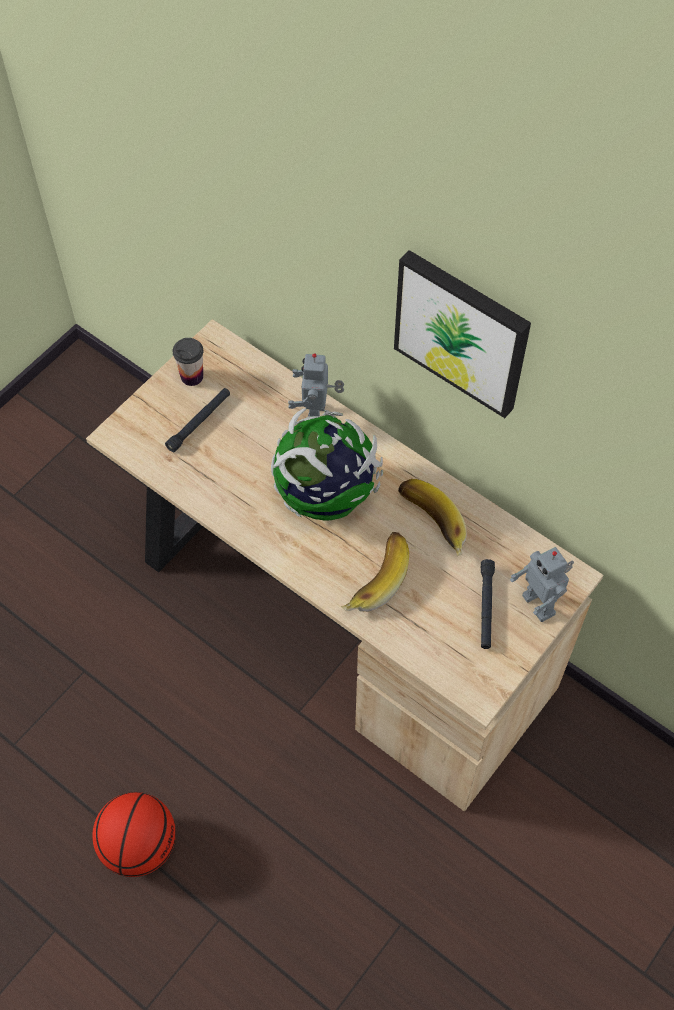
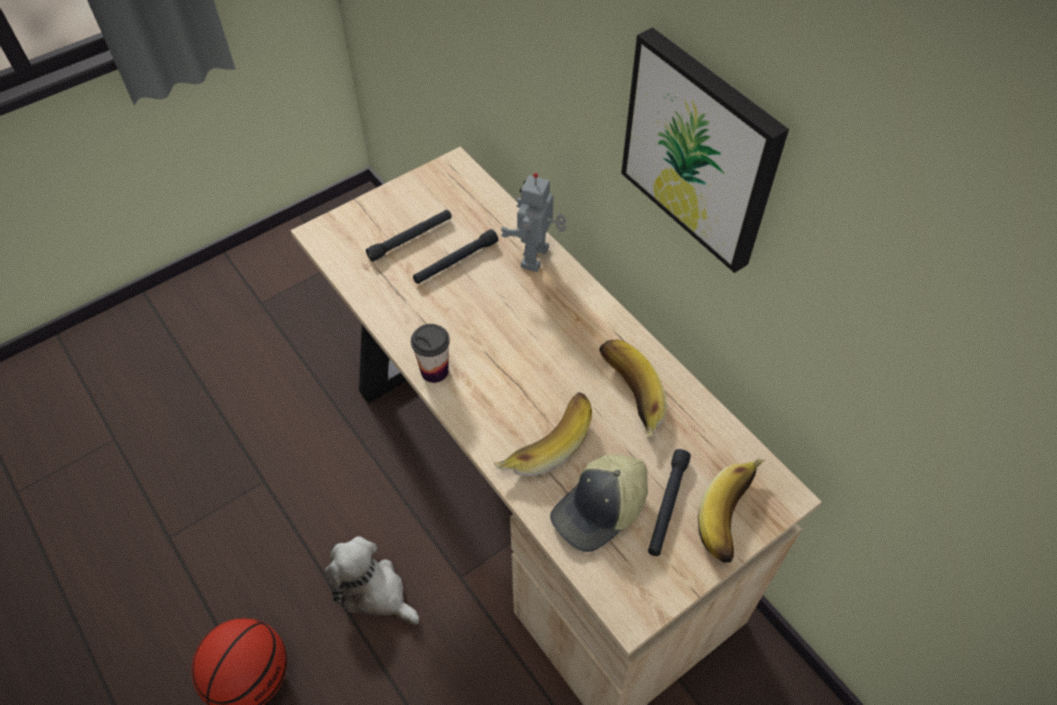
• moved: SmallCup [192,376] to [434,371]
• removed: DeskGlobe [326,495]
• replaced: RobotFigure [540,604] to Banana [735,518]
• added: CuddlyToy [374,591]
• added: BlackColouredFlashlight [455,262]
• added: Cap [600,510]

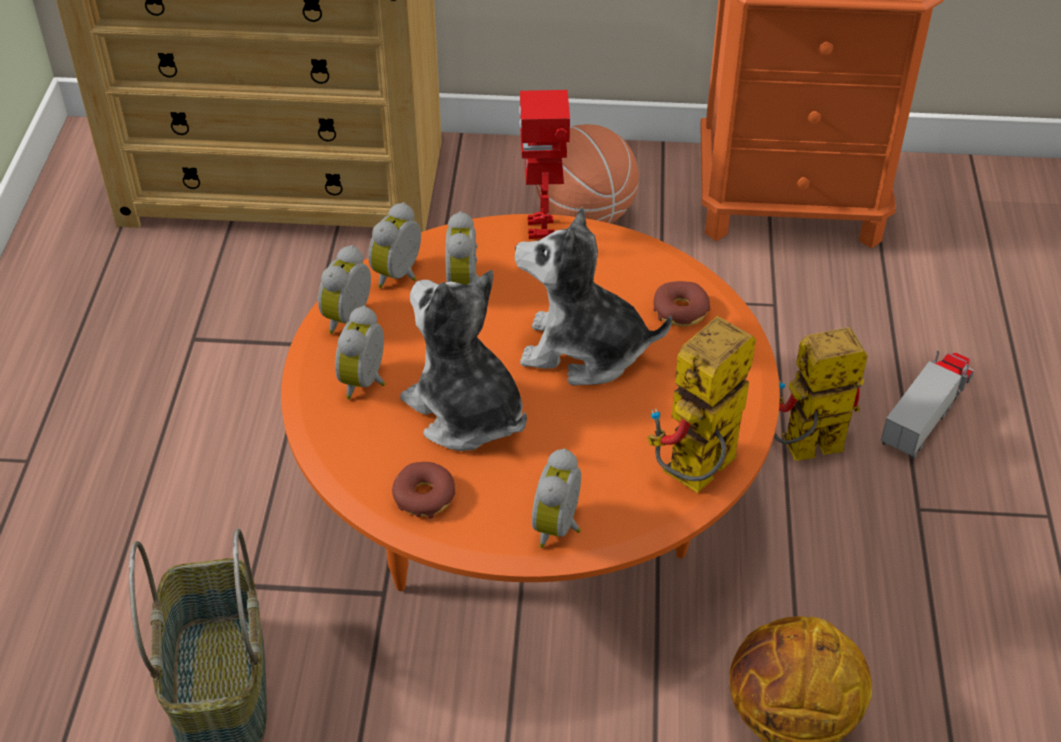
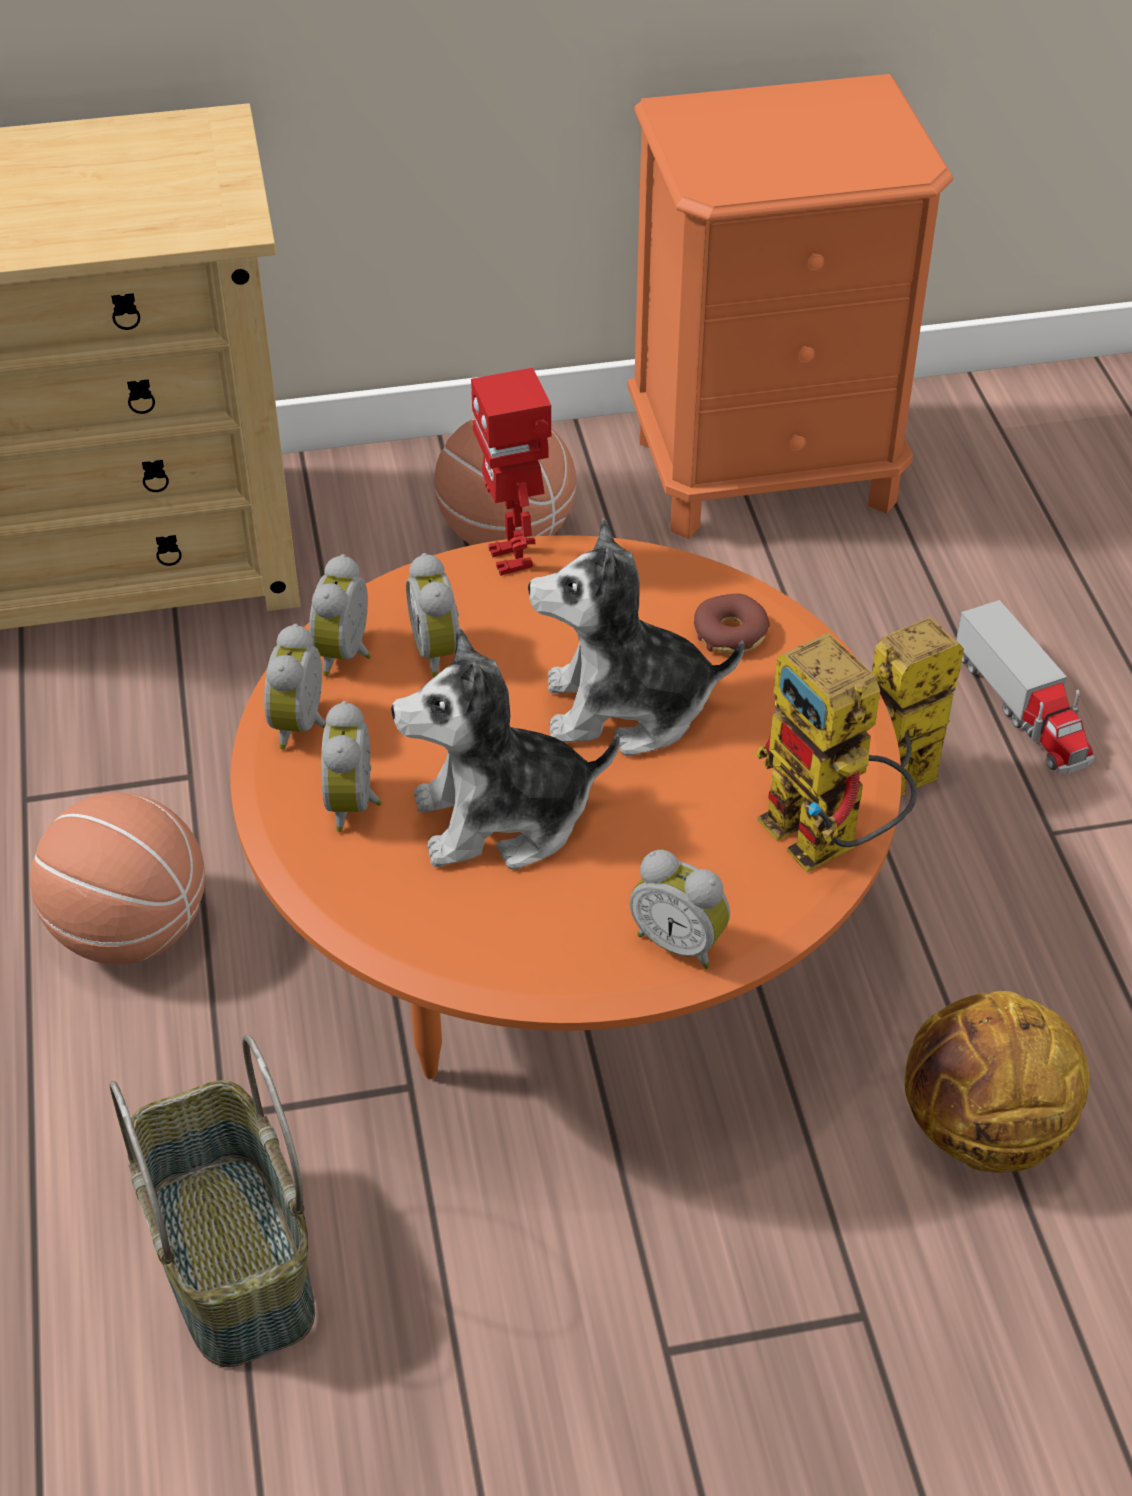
• removed: RingDoughnut [424,496]
• turned: CuddlyToy [466,412] = [502,818] 45 degrees counterclockwise
• turned: BedsideClock [560,527] = [680,942] 60 degrees counterclockwise
• turned: RobotFigure [695,478] = [827,843] 60 degrees counterclockwise
• turned: ModelTruck [927,411] = [1022,708] 135 degrees clockwise
• added: BallForBasketball [129,930]

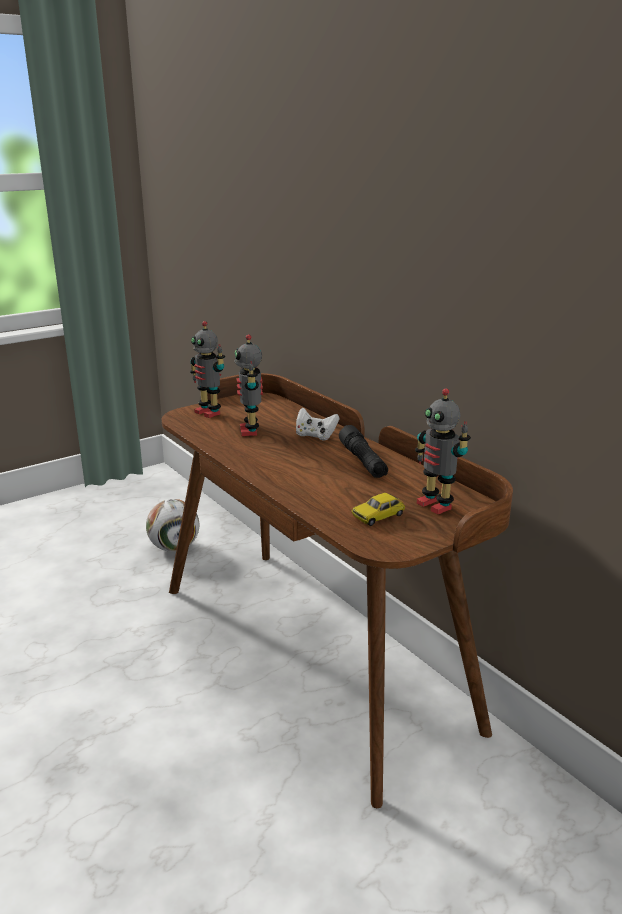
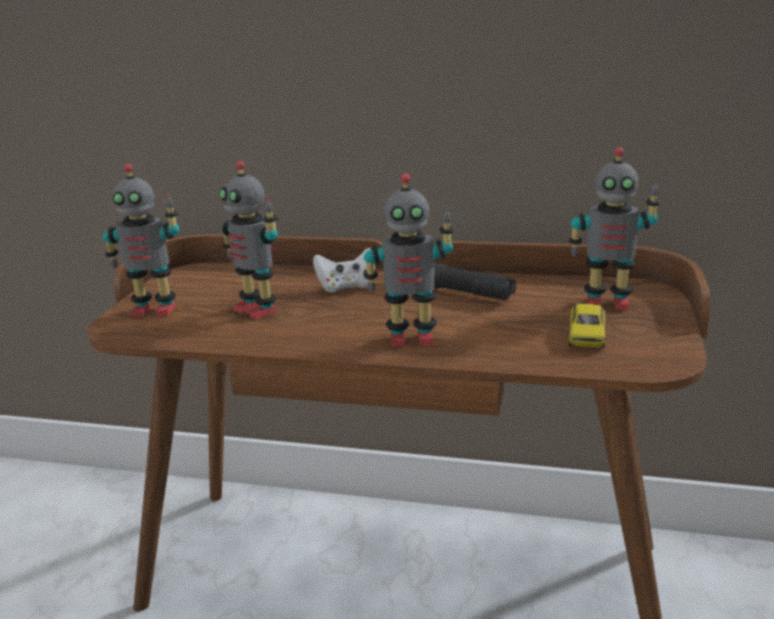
• removed: BallForFootball [175,547]
• added: RobotFigure [411,338]

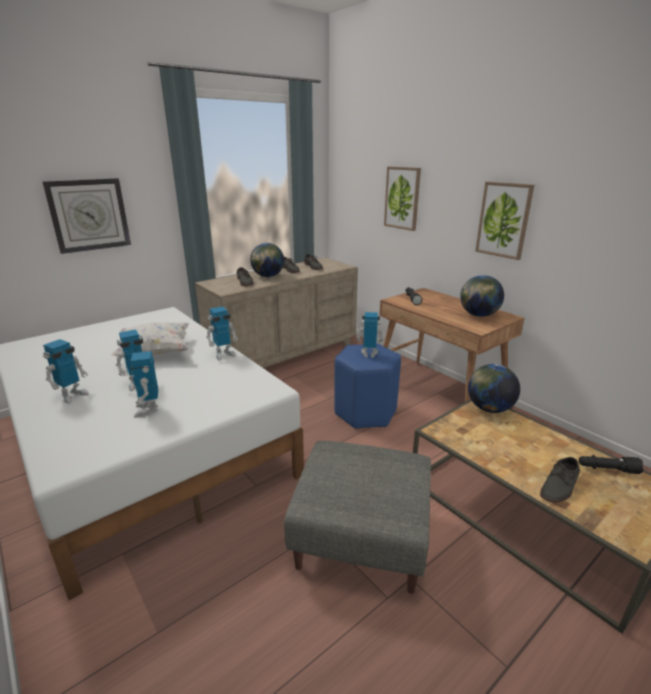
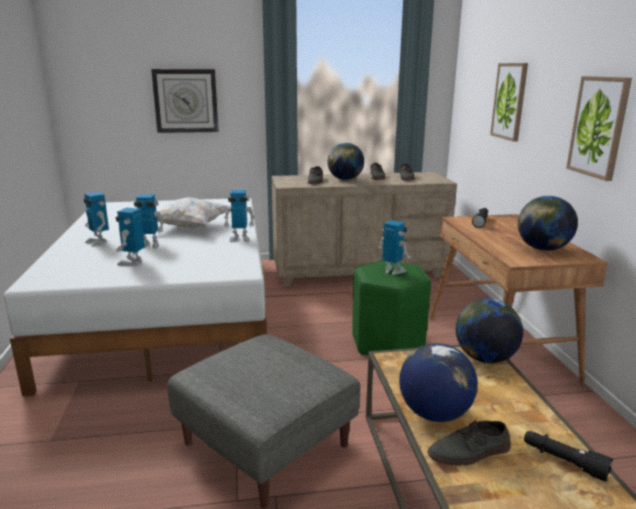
• turned: RobotFigure [72,395] = [98,242] 75 degrees clockwise
• recoloured: BluishStoolSeat [364,412] to GreenStoolSeat [387,343]
• added: DeskGlobe [434,413]

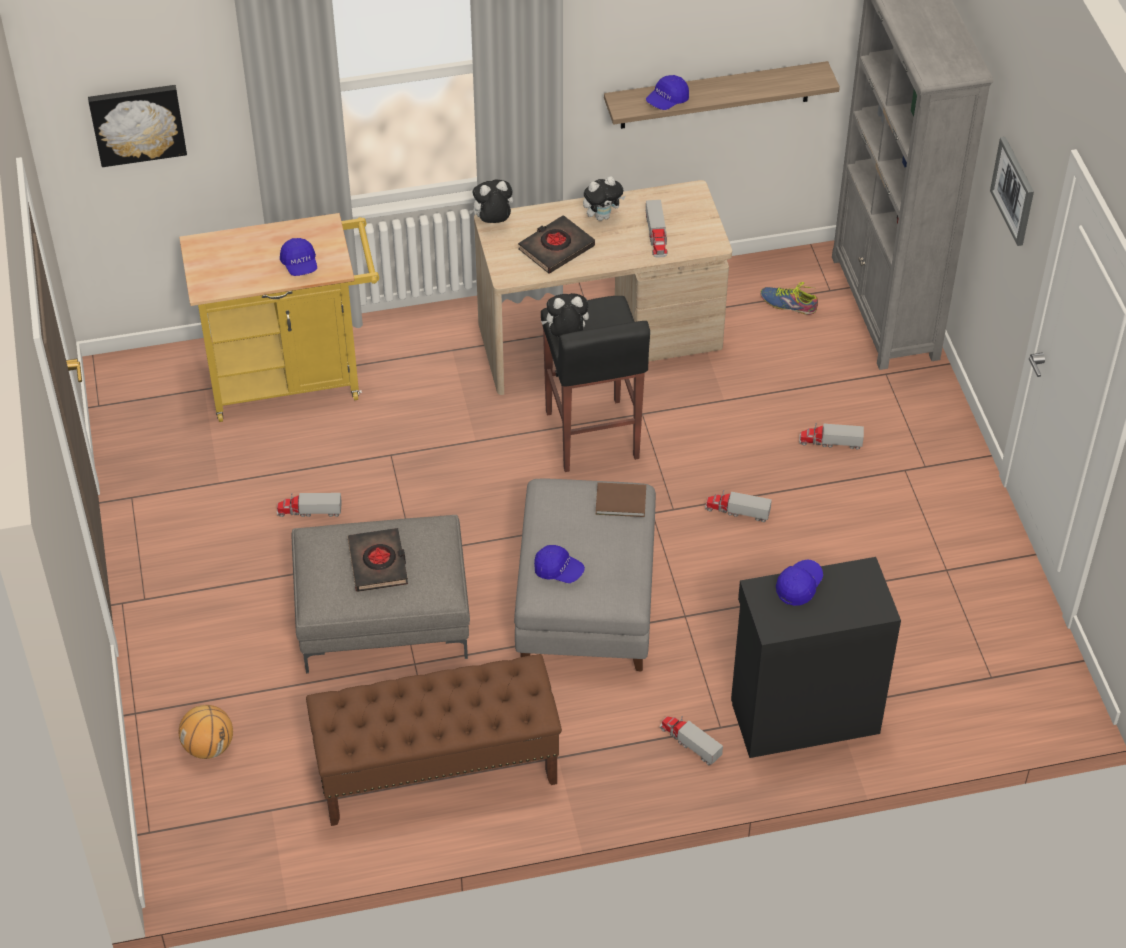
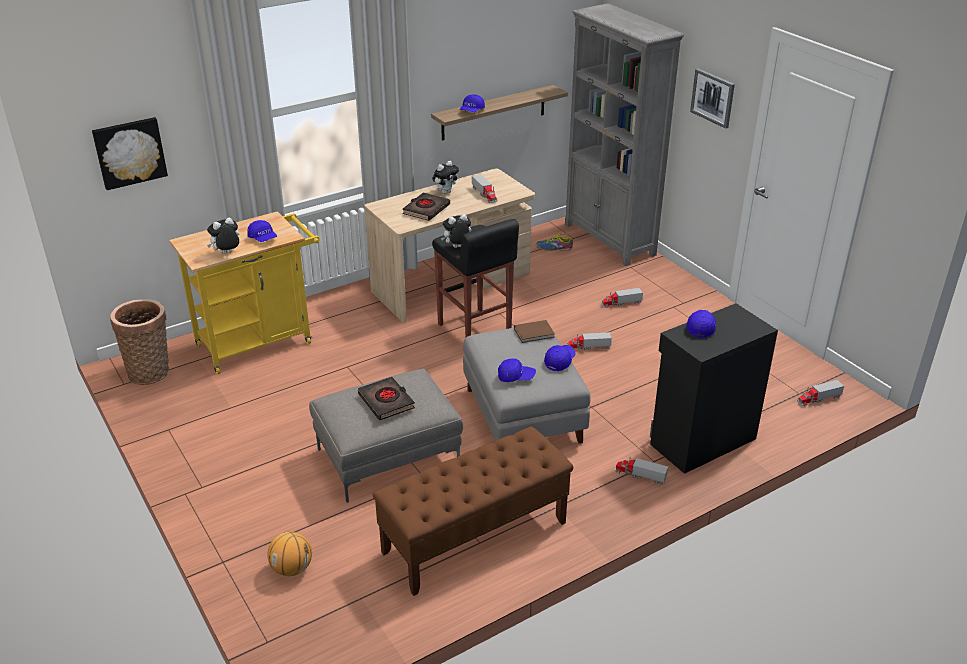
• moved: ModelTruck [309,511] to [818,399]
• moved: CuddlyToy [493,222] to [227,253]
• added: StorageBasket [150,371]
• added: BluishCap [560,361]

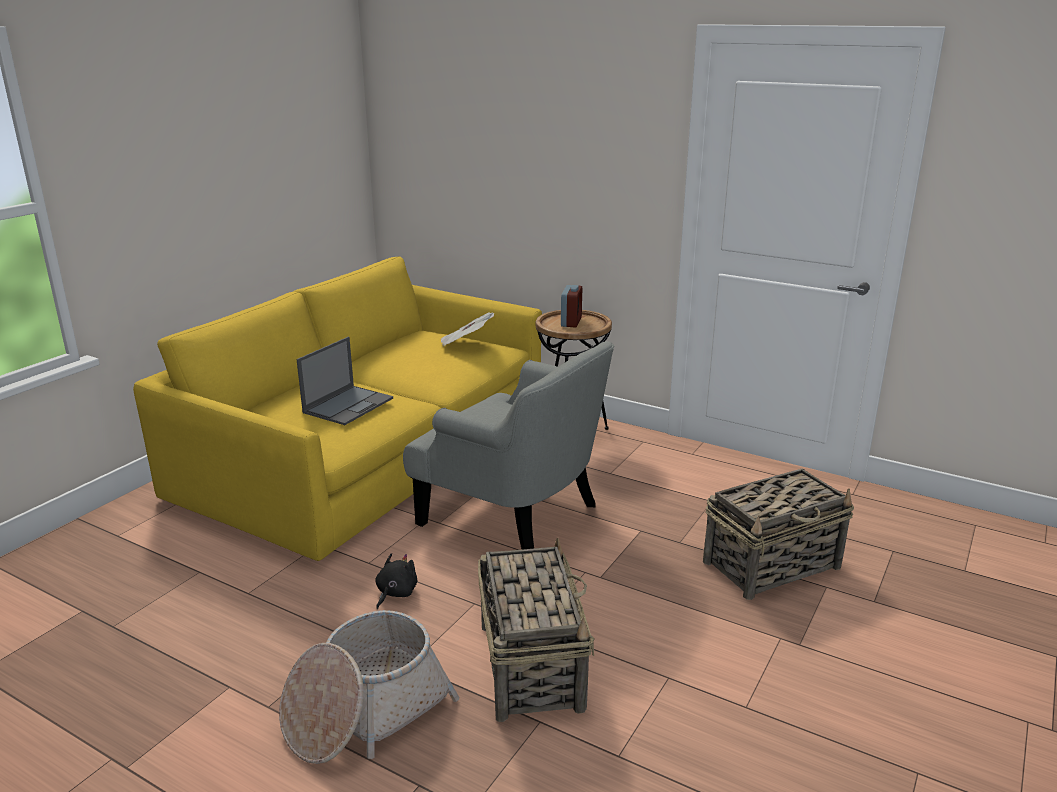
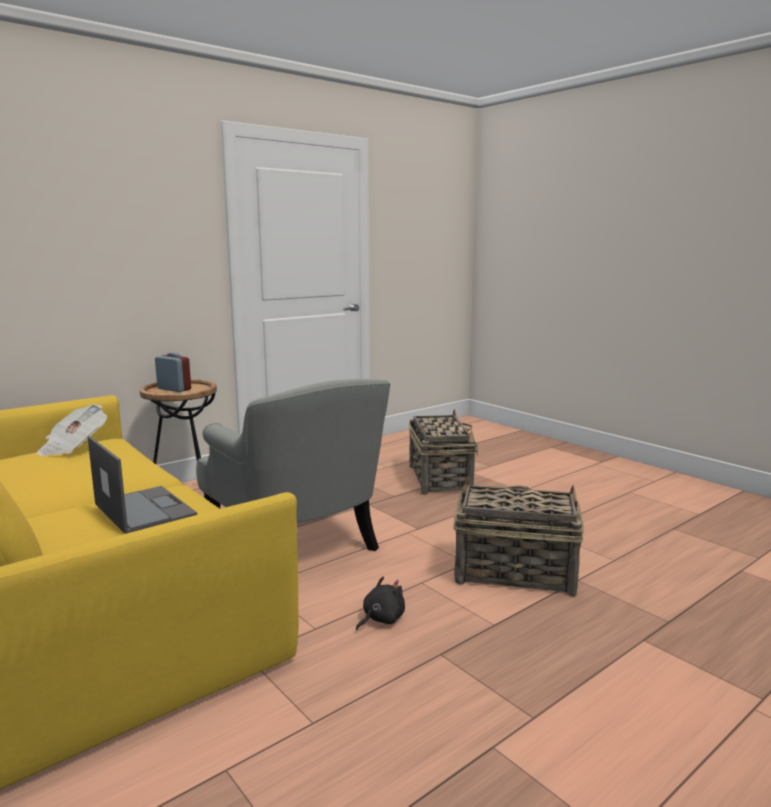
• removed: StorageBasket [365,710]
• turned: BlackColouredCuddlyToy [395,593] = [381,619] 90 degrees clockwise
• turned: GreyishArmchair [514,513] = [297,543] 90 degrees clockwise

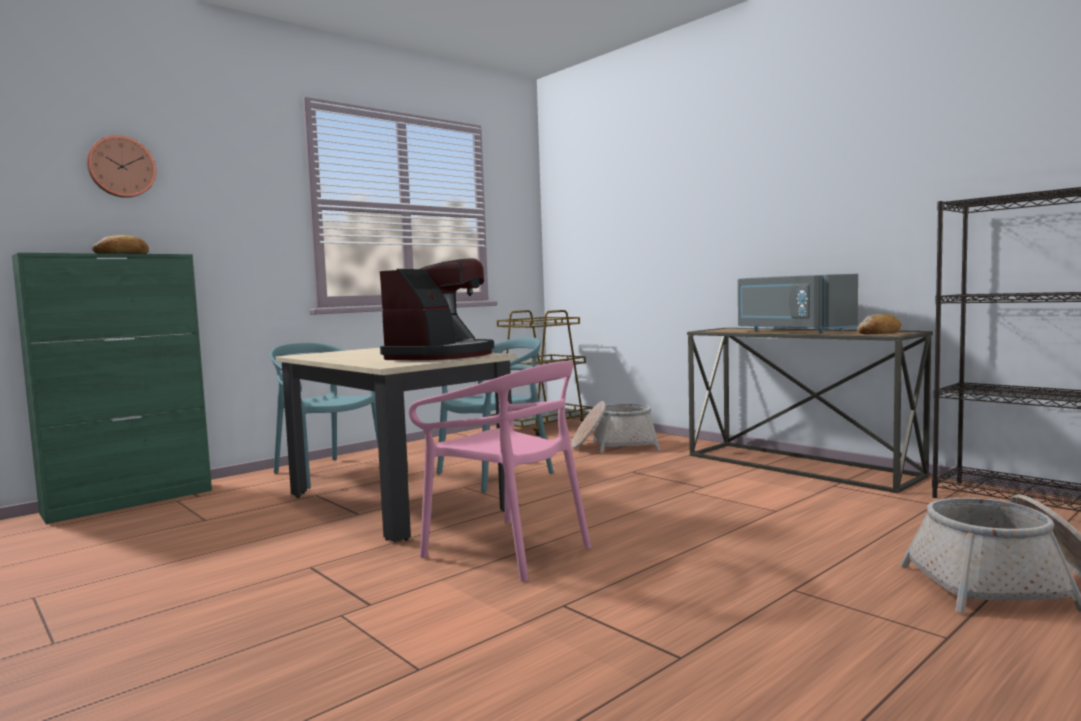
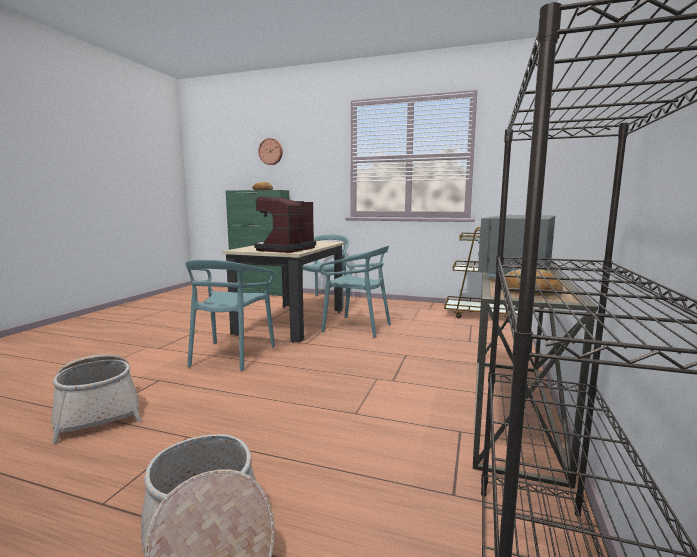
• turned: CoffeeMaker [441,356] = [284,249] 120 degrees clockwise
• recoloured: PinkishUprightChair [508,550] to TurquoiseColouredUprightChair [231,355]
• moved: StorageBasket [614,446] to [98,410]

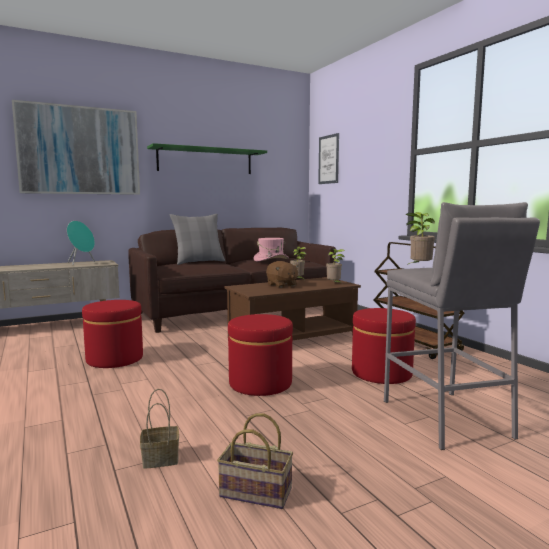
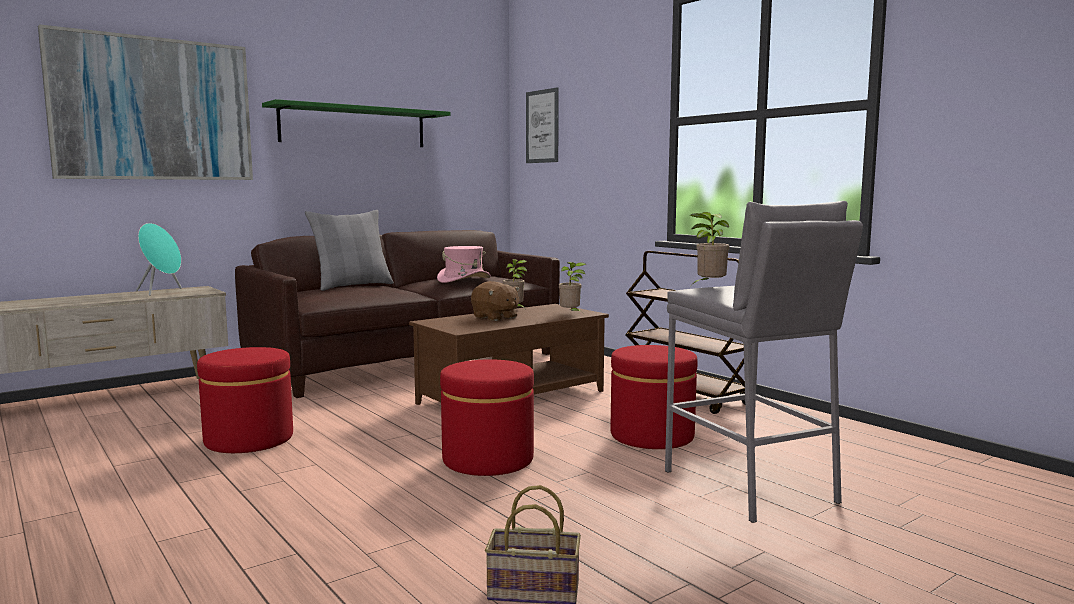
• removed: StorageBasket [159,459]

